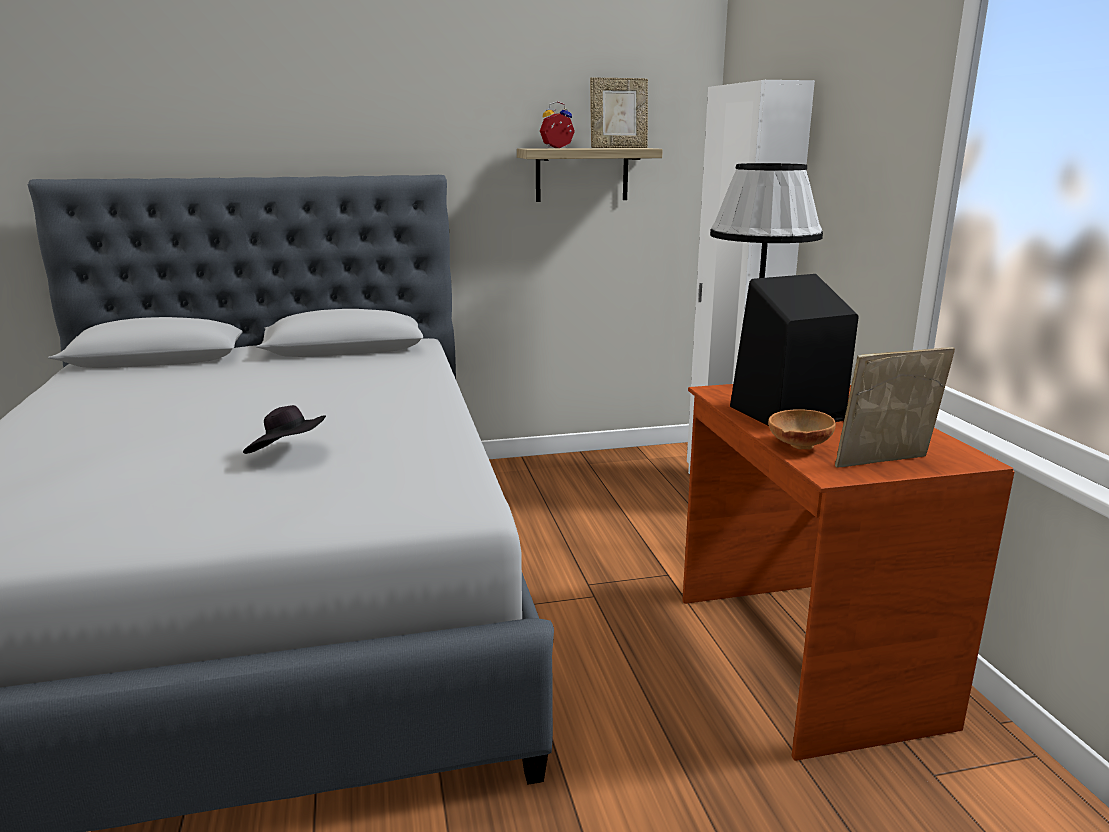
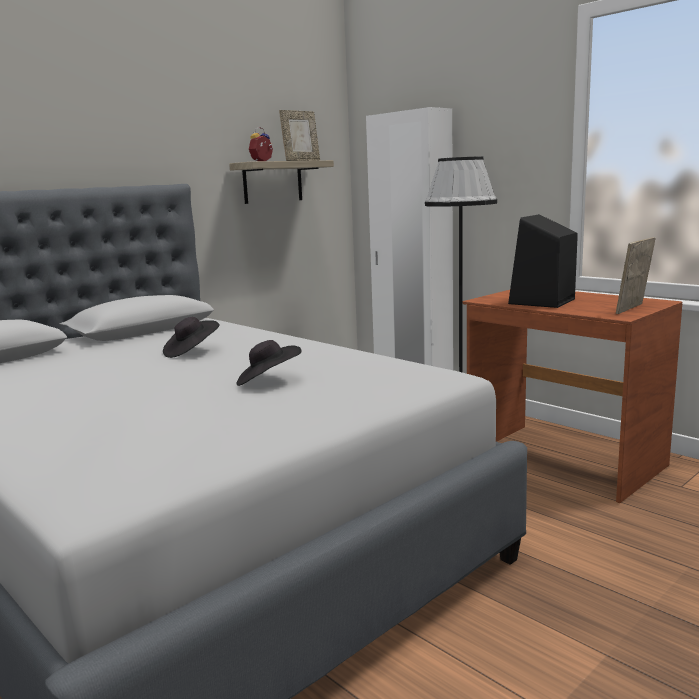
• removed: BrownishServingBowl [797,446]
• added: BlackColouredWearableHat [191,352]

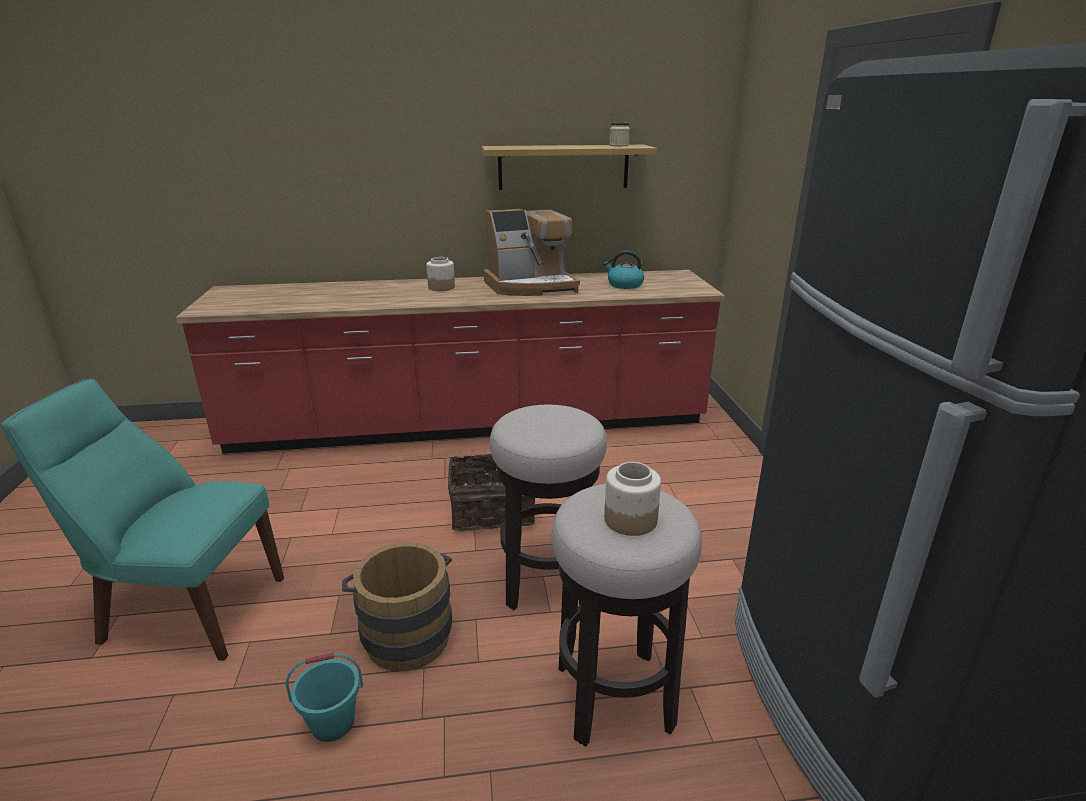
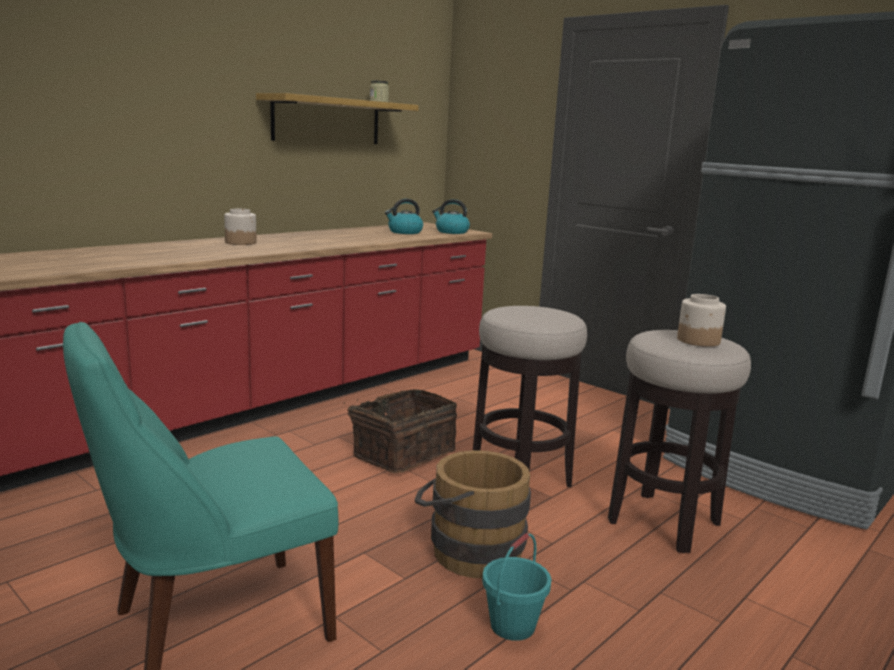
• removed: CoffeeMaker [531,286]
• added: Kettle [451,232]

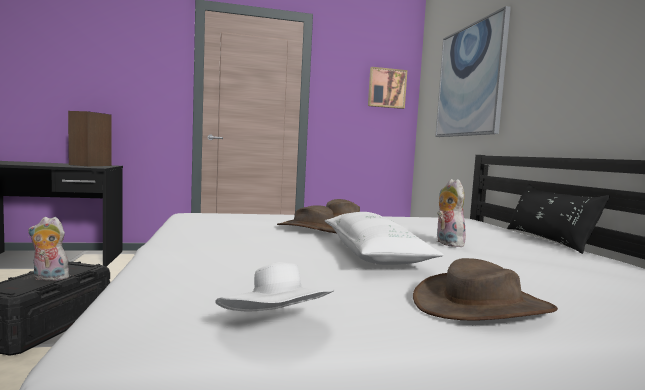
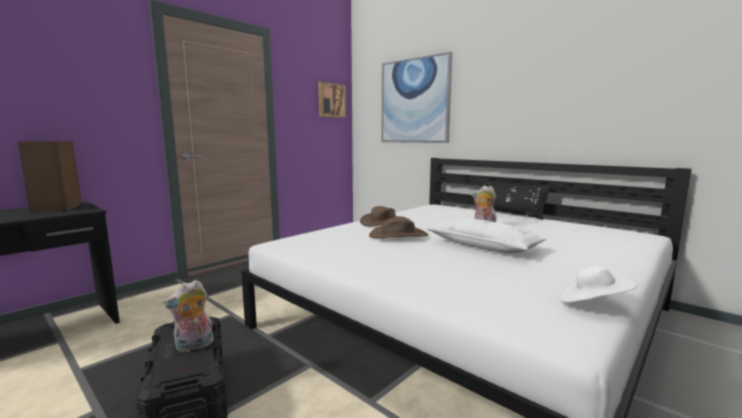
• removed: BrownishWearableHat [482,305]

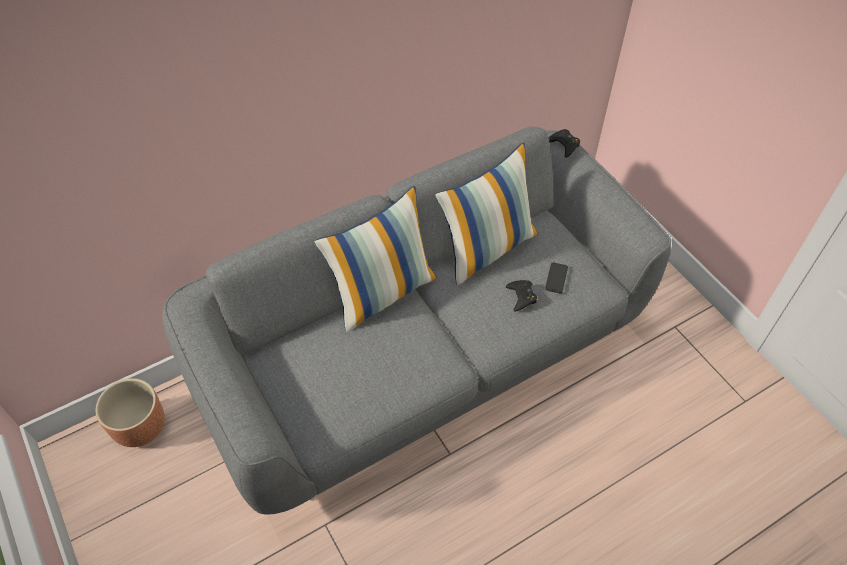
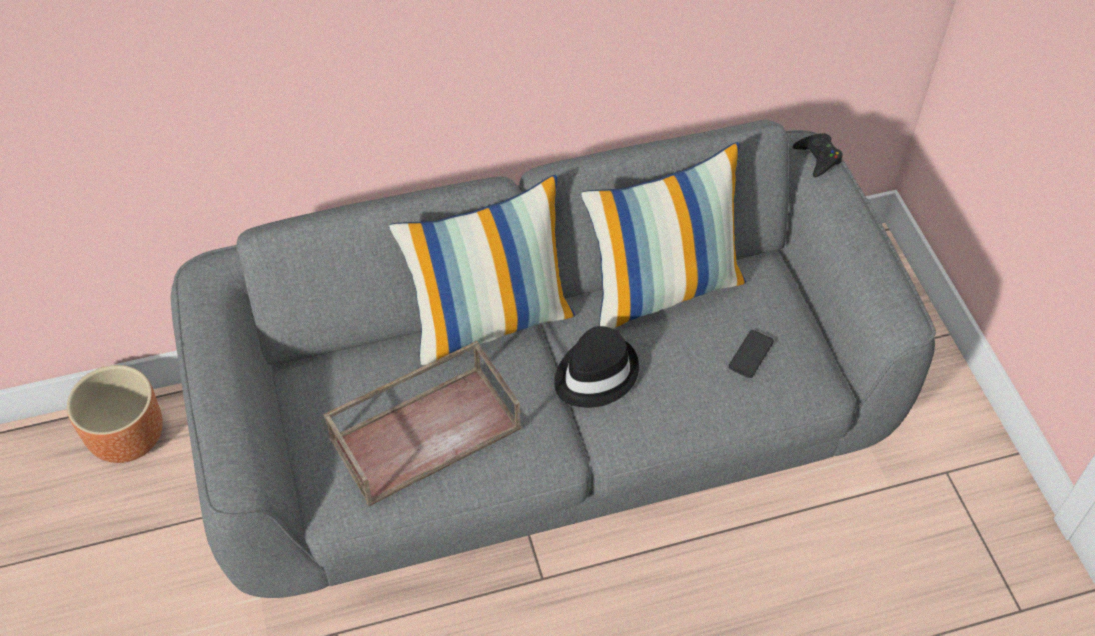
• removed: BlackColouredGamepad [521,297]
• added: BrownishTray [426,432]
• added: BlackColouredWearableHat [594,373]

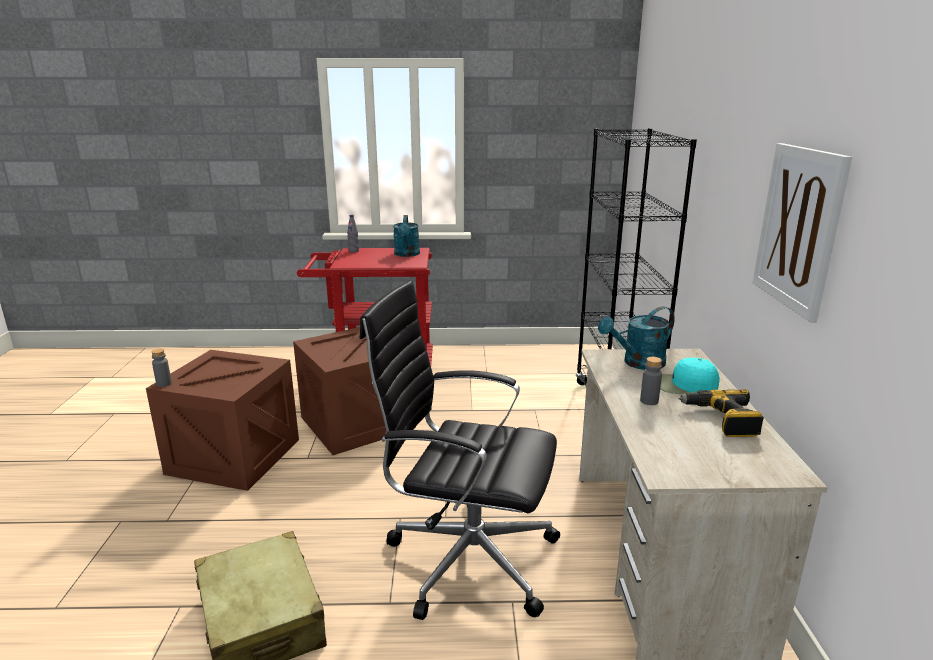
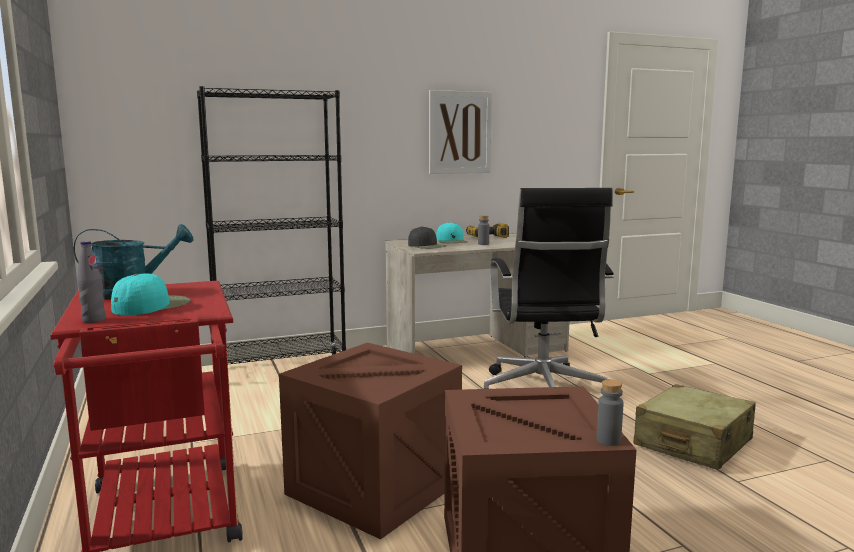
• replaced: TurquoiseColouredSprinklingCan [638,363] to BlackColouredCap [427,246]
• added: TurquoiseColouredCap [151,306]

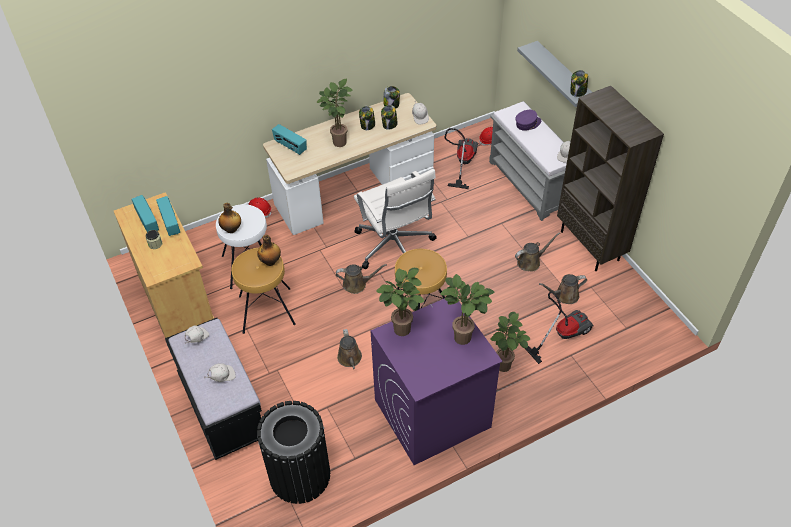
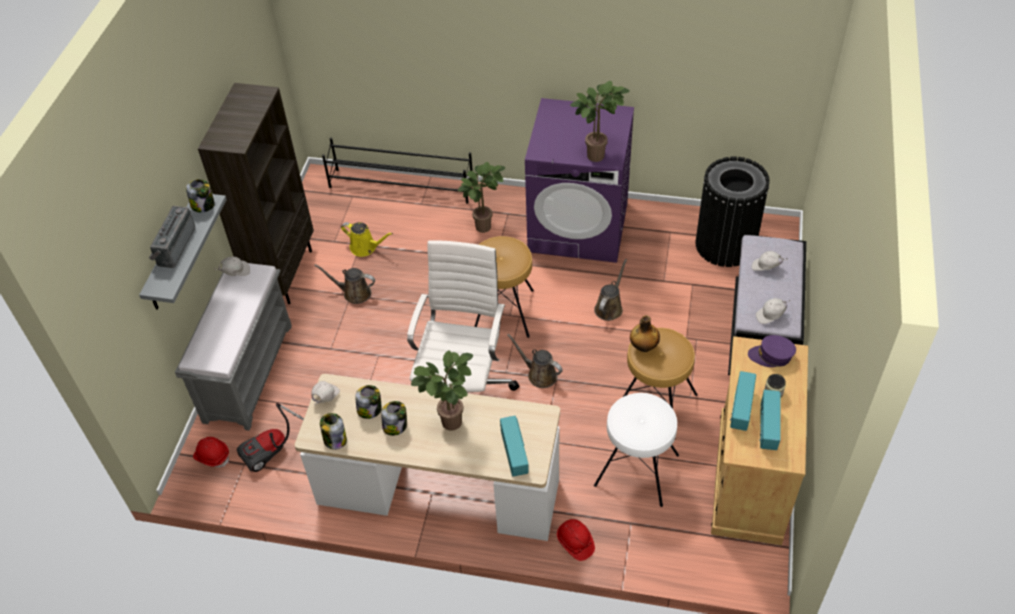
• removed: DrinkBottle [232,229]
• removed: PottedPlant [465,338]
• moved: PurplishCap [527,124] to [771,356]
• removed: Vacuum [561,334]
• recoloured: BrownishSprinklingCan [564,296] to YellowishSprinklingCan [365,247]
• added: RadioSet [174,246]
• added: BlackColouredShoeRack [401,186]

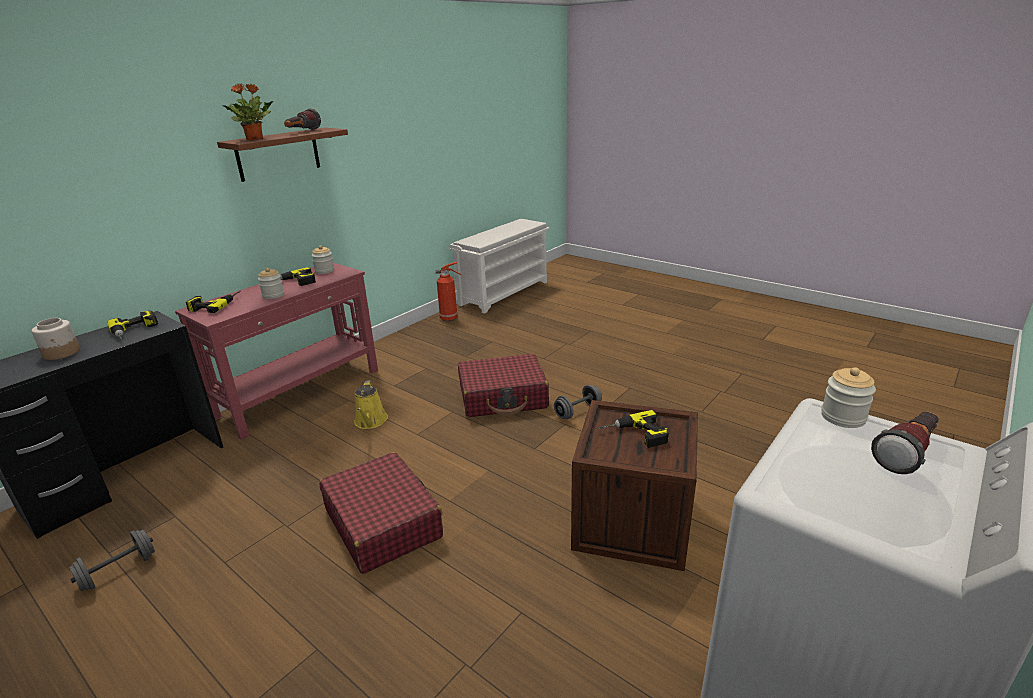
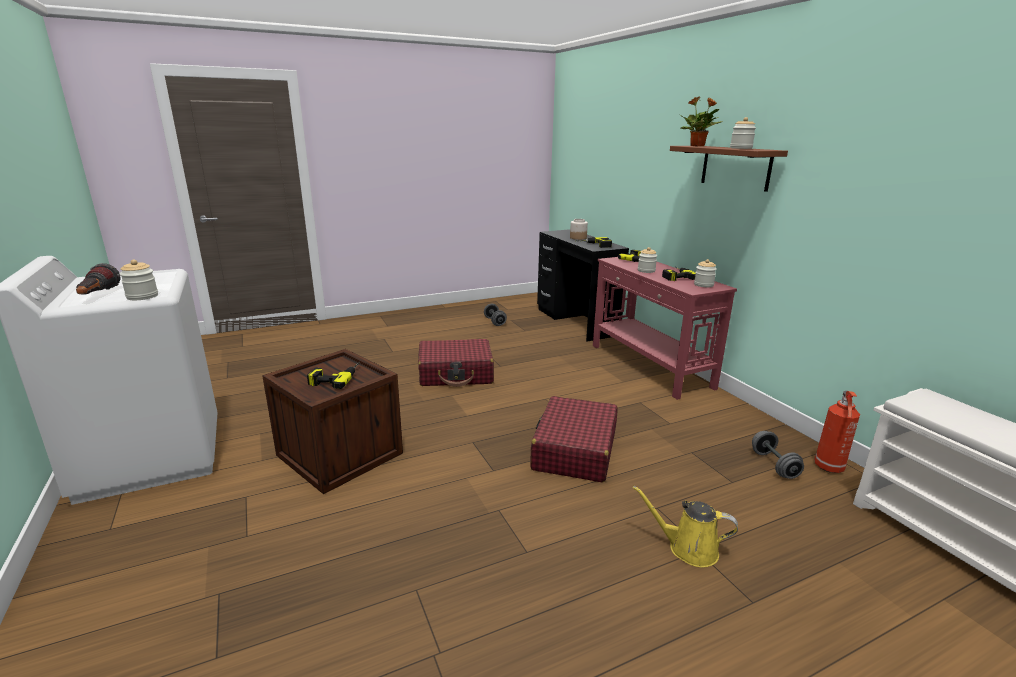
• replaced: Flashlight [302,132] to Jar [741,148]
• moved: YellowishSprinklingCan [370,422] to [688,548]
• moved: GreyishFreeWeight [577,411] to [774,465]

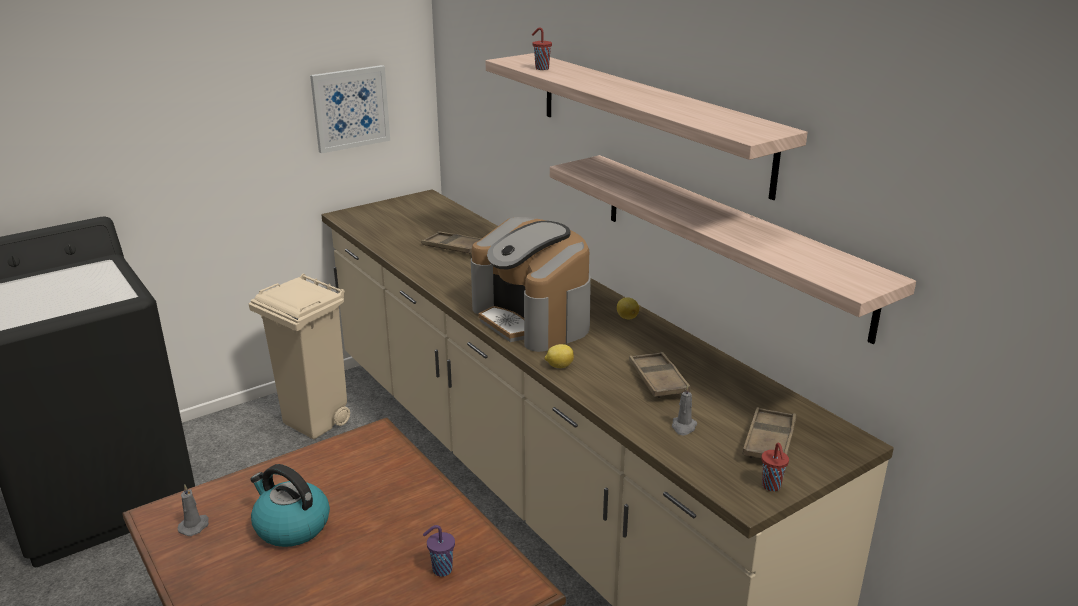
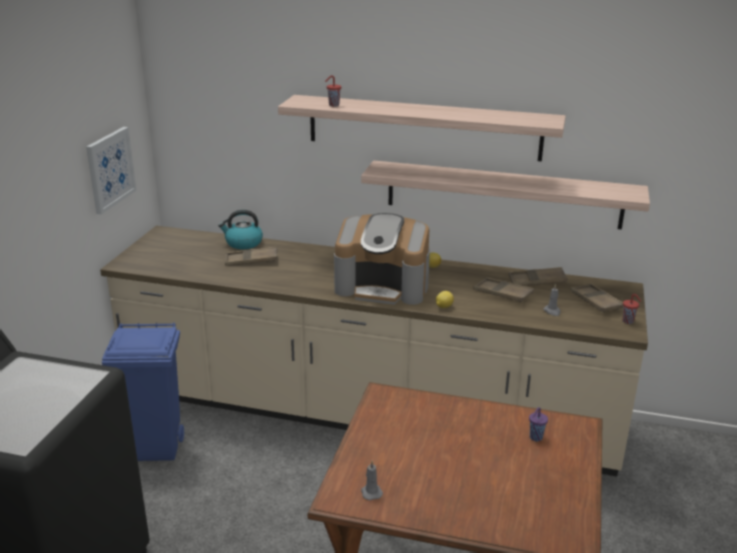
• recoloured: BeigeColouredRubbishBin [316,422] to BluishRubbishBin [158,449]
• moved: Kettle [291,526] to [243,243]
• added: BrownishTray [537,281]

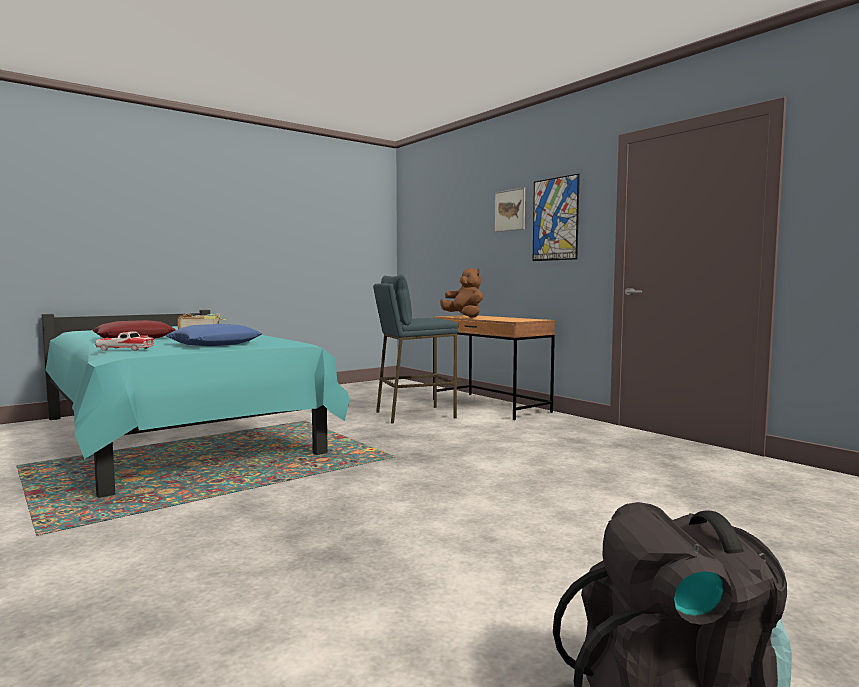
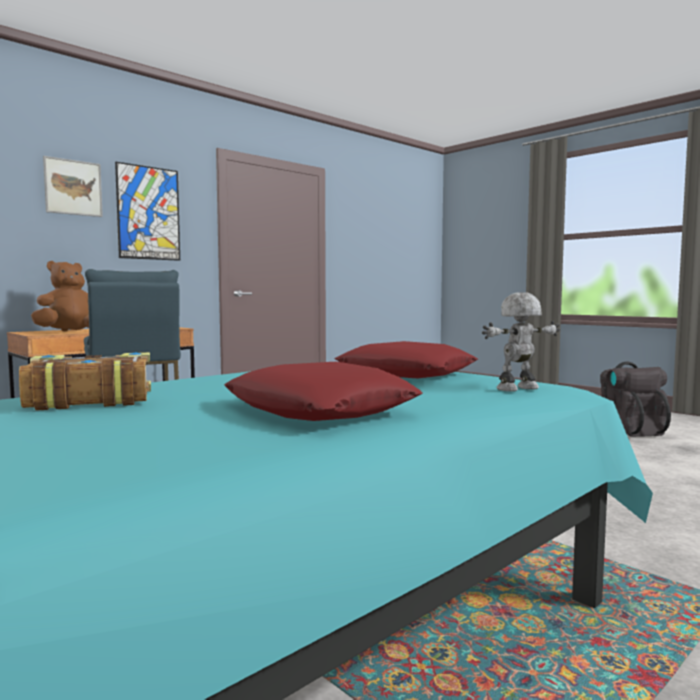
• replaced: MiniatureCar [125,349] to RobotFigure [519,389]
• recoloured: BluishCushion [215,344] to ReddishCushion [405,373]

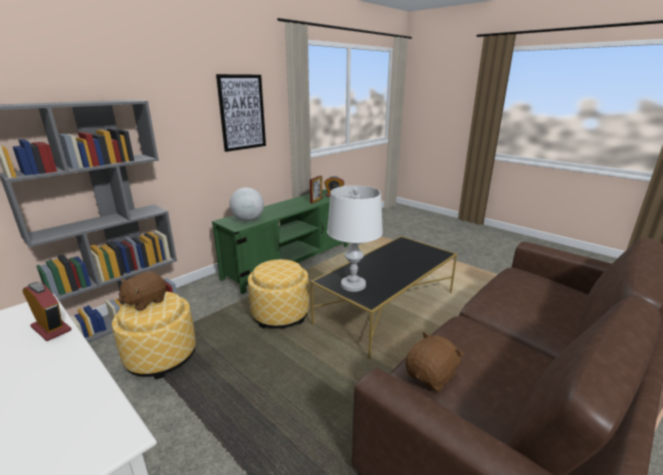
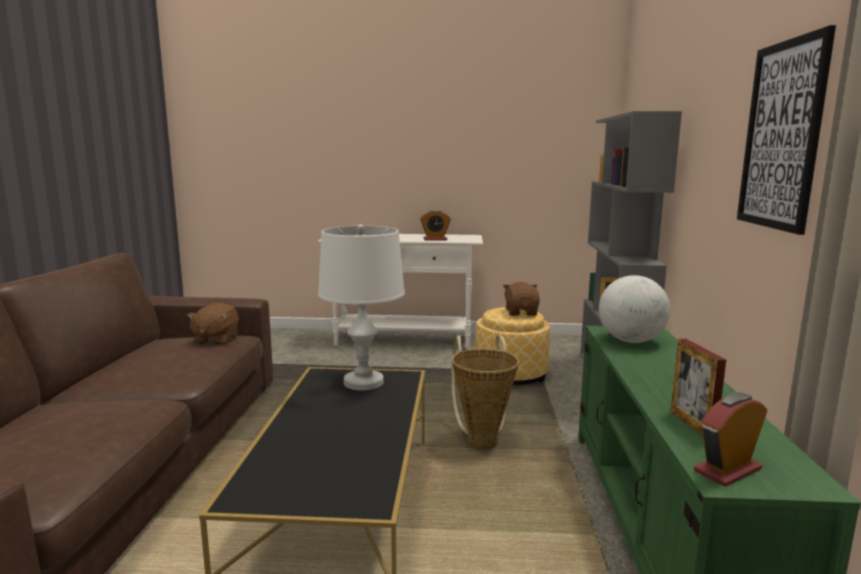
• replaced: Ottoman [280,314] to StorageBasket [482,439]

